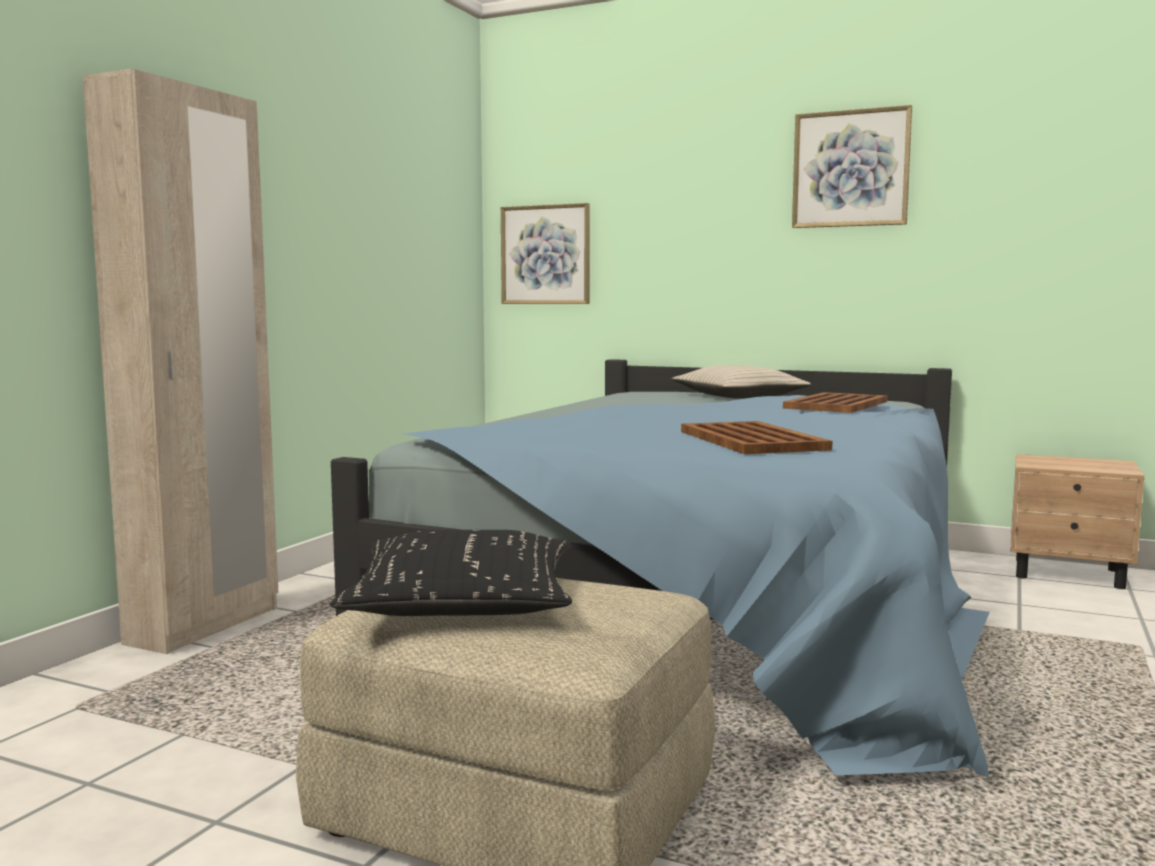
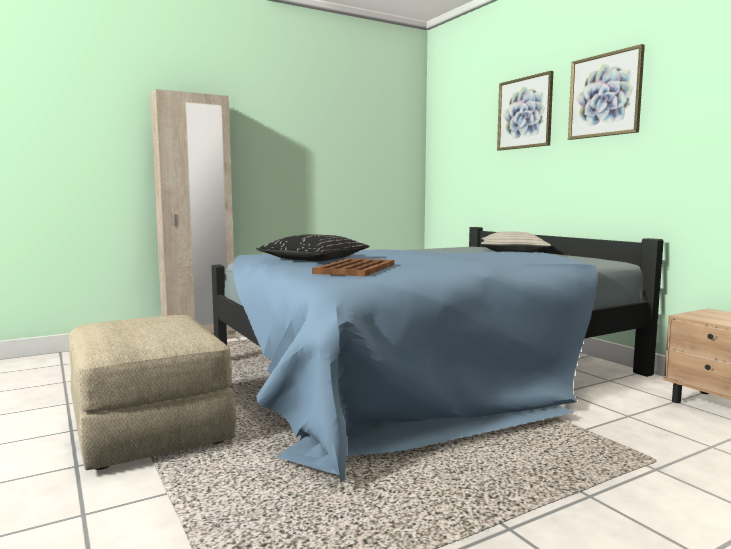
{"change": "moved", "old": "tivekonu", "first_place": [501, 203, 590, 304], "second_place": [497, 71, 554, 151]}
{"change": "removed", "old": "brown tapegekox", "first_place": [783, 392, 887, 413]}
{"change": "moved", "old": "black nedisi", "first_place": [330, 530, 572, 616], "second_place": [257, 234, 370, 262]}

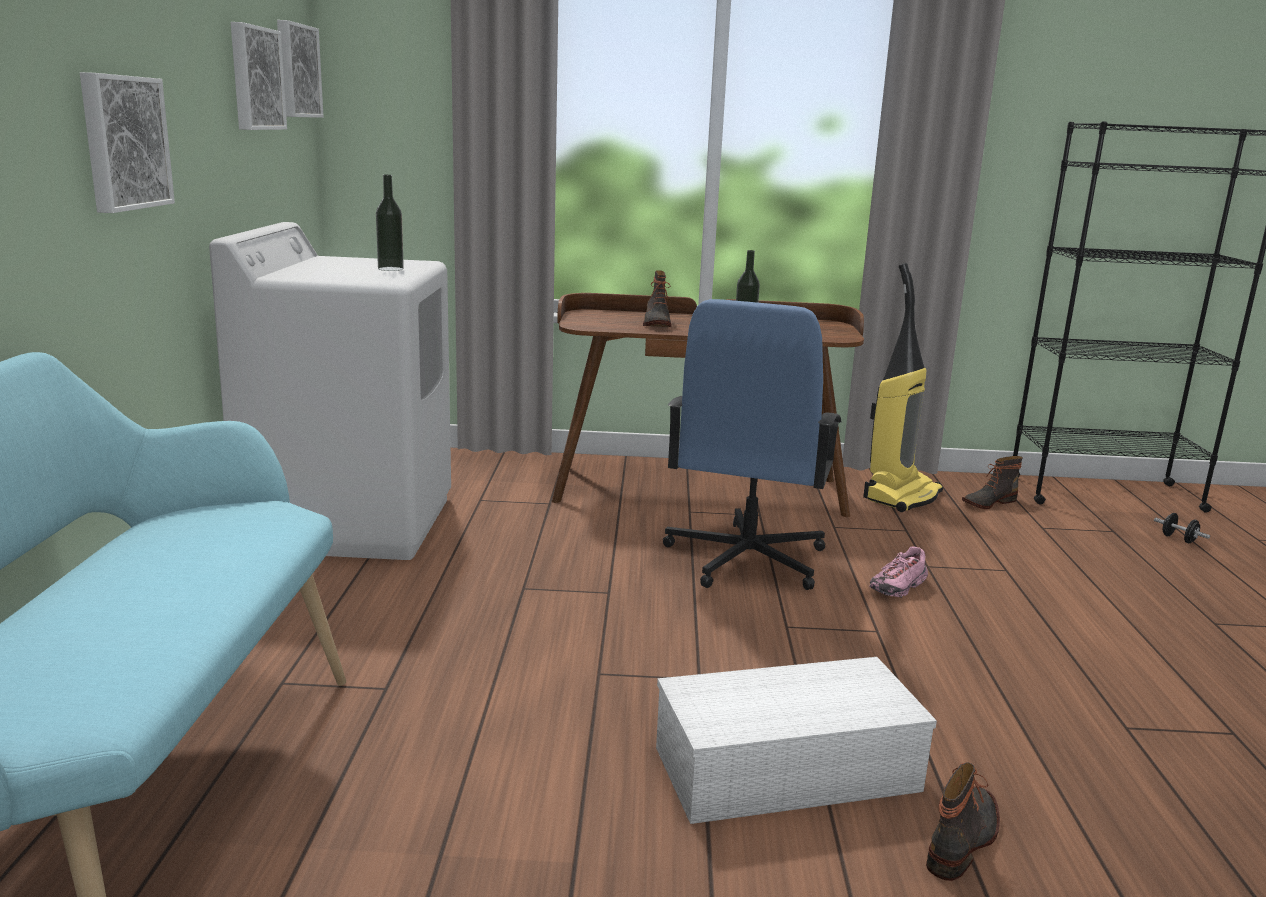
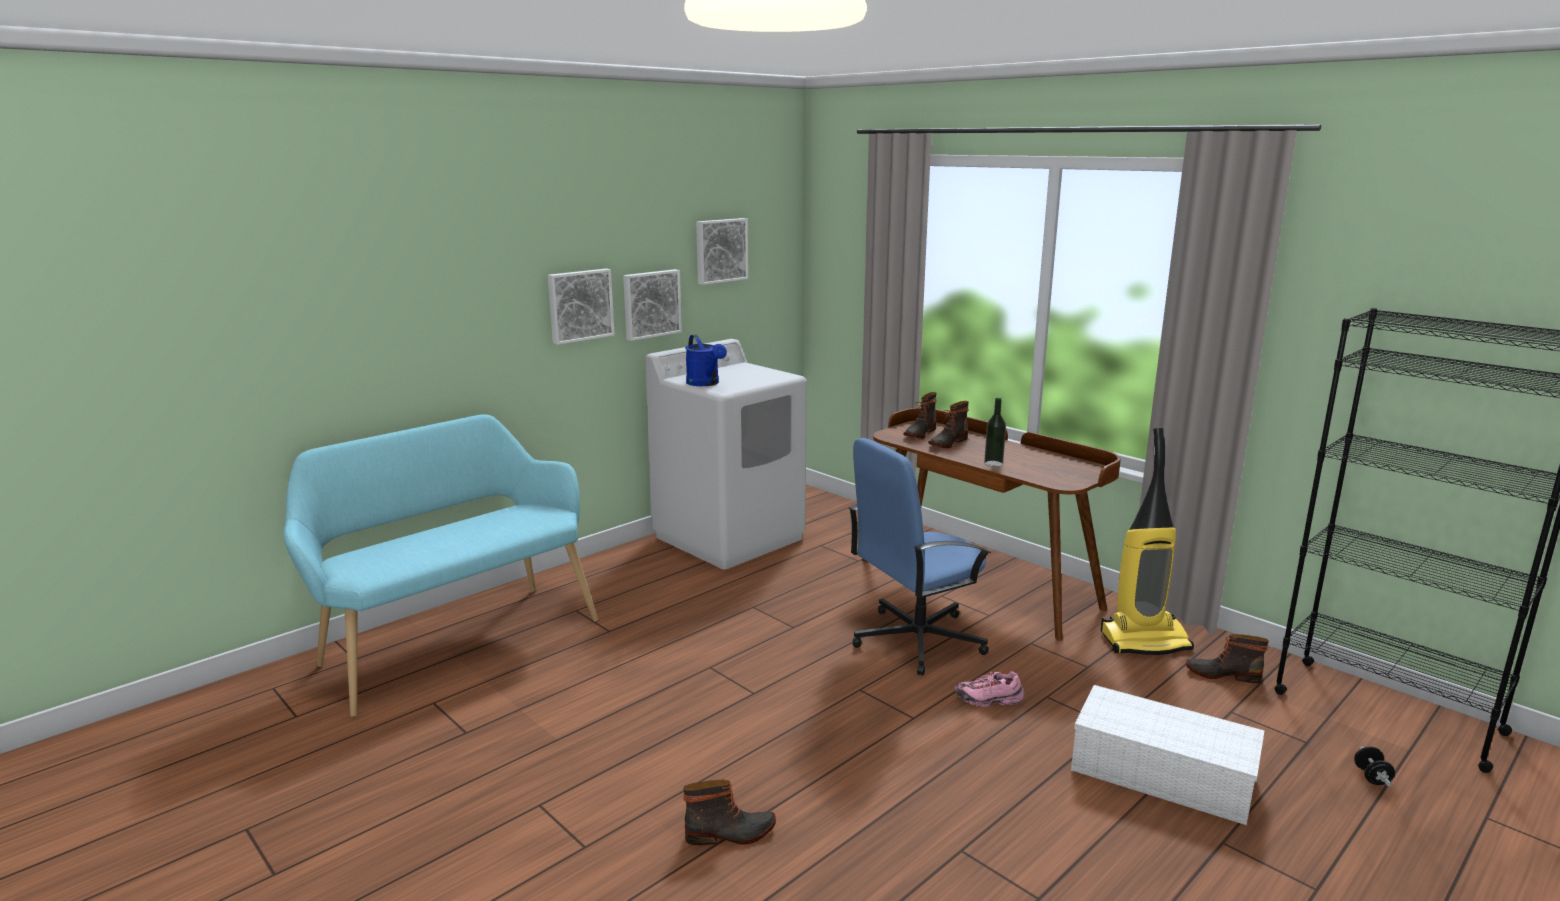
{"change": "moved", "old": "tivekonu", "first_place": [277, 20, 324, 118], "second_place": [623, 269, 682, 341]}
{"change": "removed", "old": "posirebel", "first_place": [376, 175, 404, 271]}
{"change": "moved", "old": "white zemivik", "first_place": [656, 657, 937, 824], "second_place": [1071, 685, 1265, 825]}
{"change": "added", "new": "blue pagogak", "second_place": [685, 335, 727, 386]}
{"change": "added", "new": "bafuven", "second_place": [903, 392, 937, 439]}

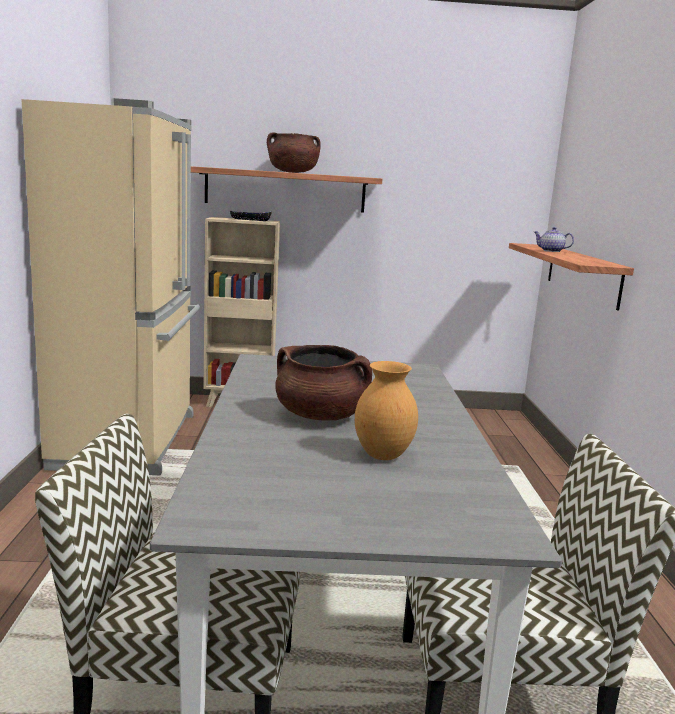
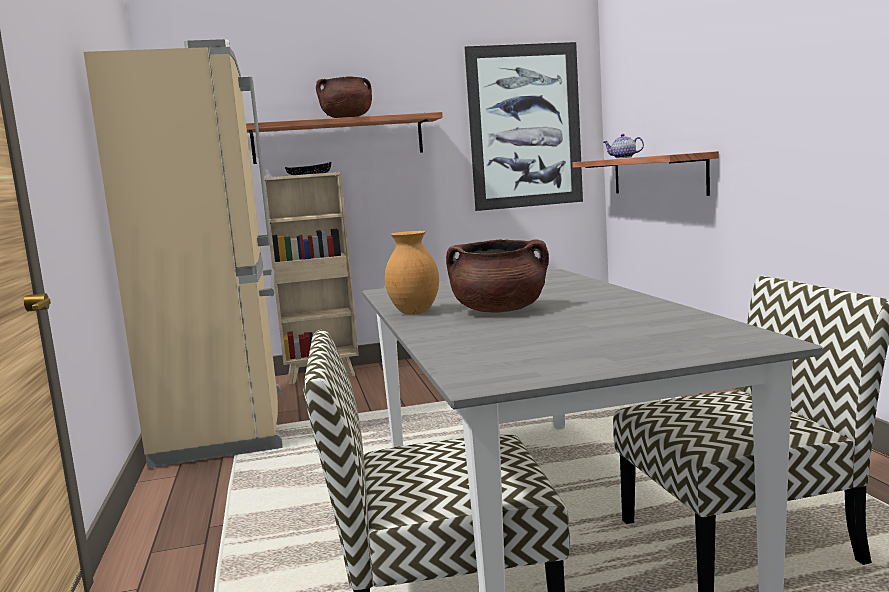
{"change": "moved", "old": "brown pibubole", "first_place": [355, 361, 418, 460], "second_place": [385, 231, 439, 315]}
{"change": "added", "new": "tivekonu", "second_place": [464, 42, 583, 211]}

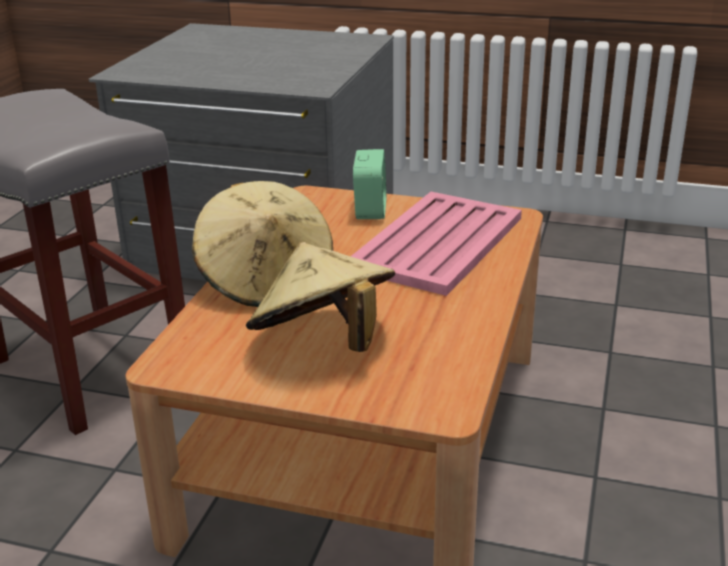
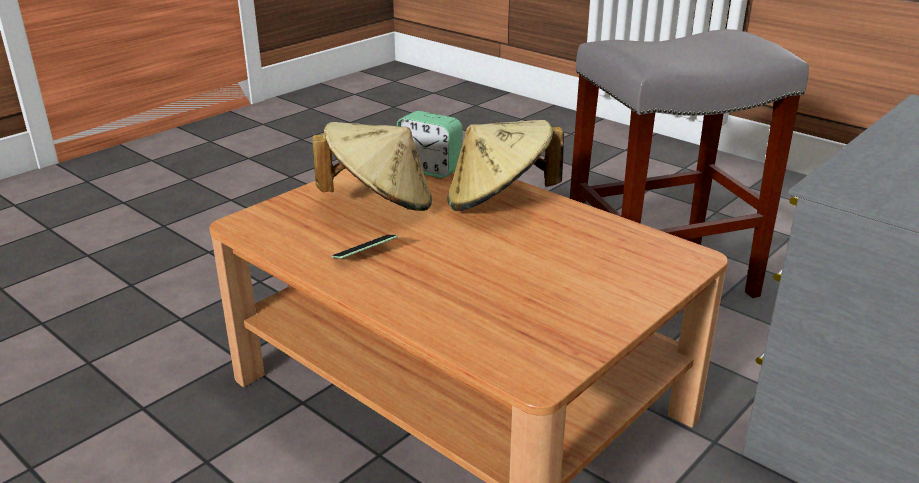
{"change": "moved", "old": "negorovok", "first_place": [353, 149, 387, 219], "second_place": [397, 111, 463, 178]}
{"change": "removed", "old": "pink tapegekox", "first_place": [350, 192, 522, 296]}
{"change": "added", "new": "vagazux", "second_place": [331, 235, 398, 259]}

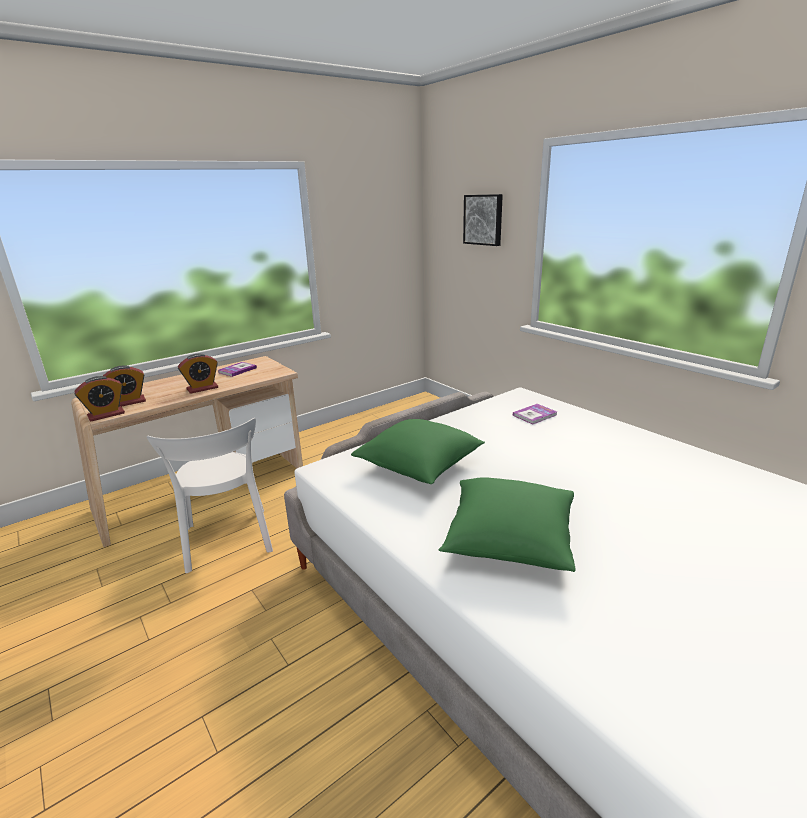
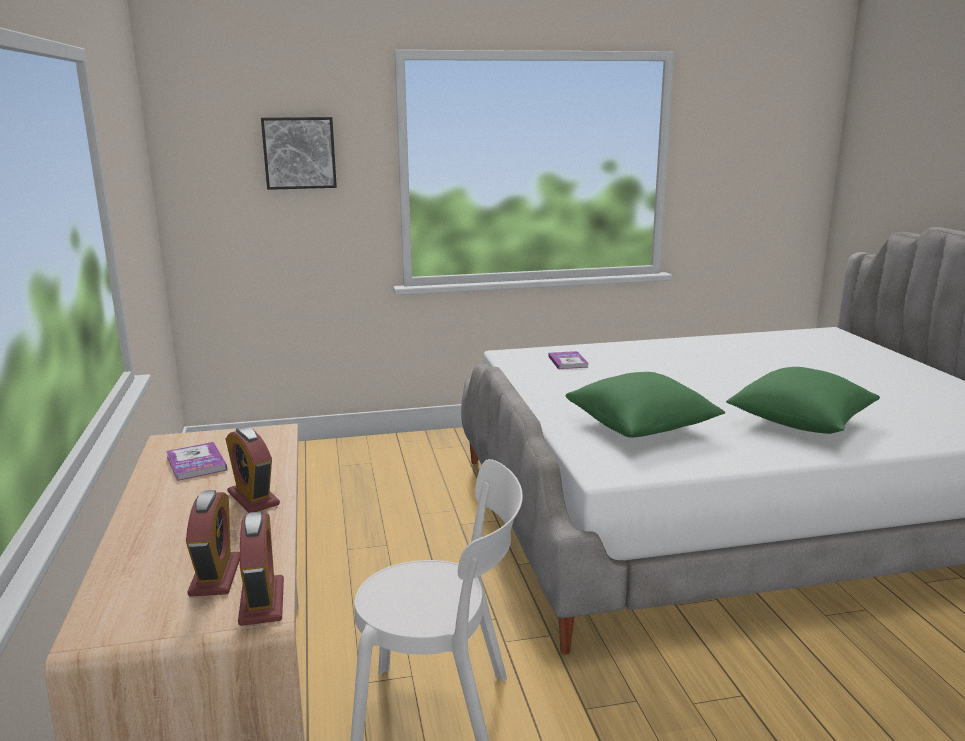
{"change": "turned", "old": "negorovok", "first_place": [178, 354, 218, 394], "second_place": [226, 426, 280, 513], "degrees": 150}

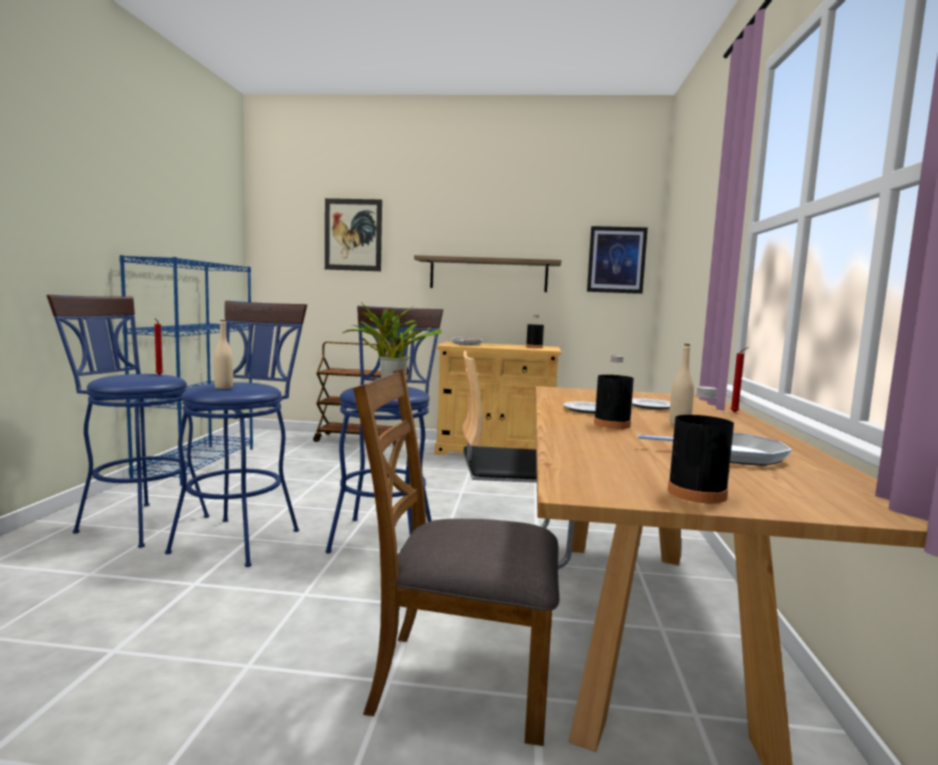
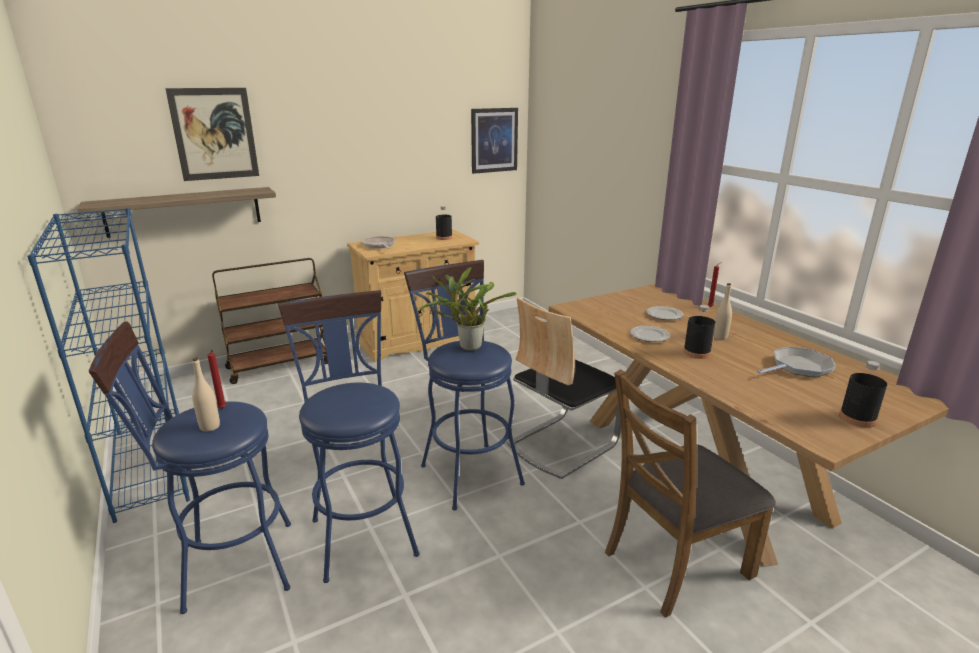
{"change": "moved", "old": "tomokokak", "first_place": [414, 255, 561, 292], "second_place": [77, 187, 276, 238]}
{"change": "moved", "old": "beige posirebel", "first_place": [214, 320, 233, 389], "second_place": [192, 358, 220, 432]}

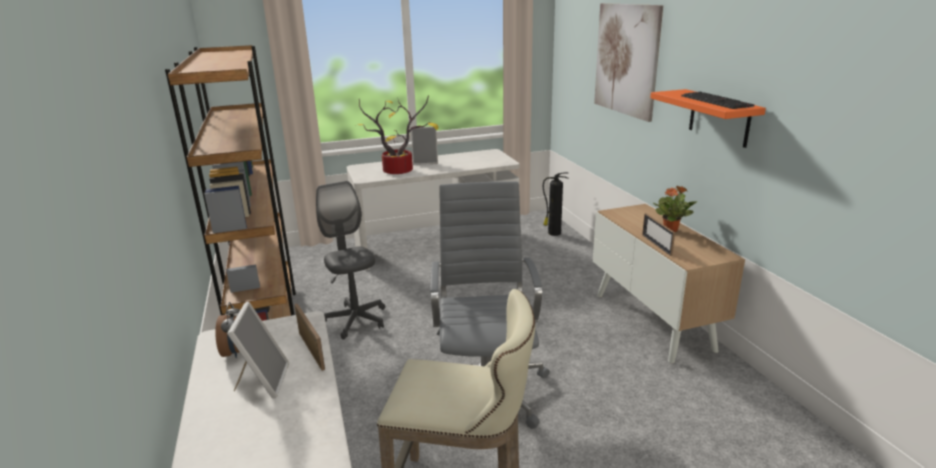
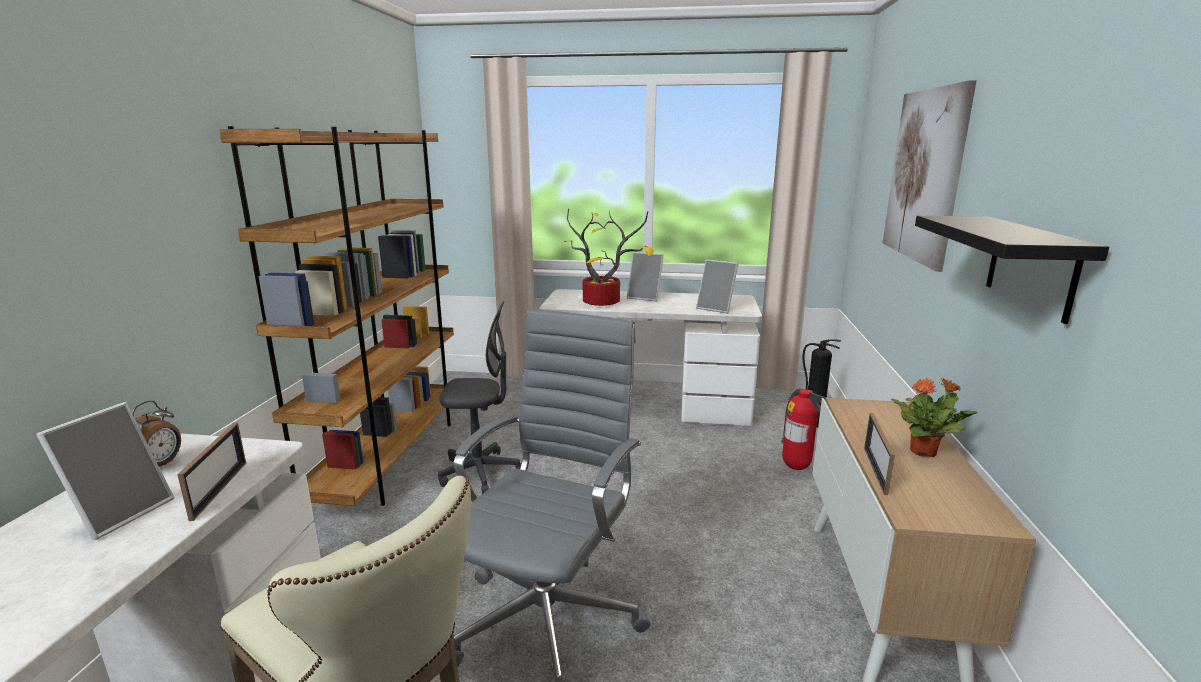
{"change": "recoloured", "old": "orange tomokokak", "new": "black tomokokak", "first_place": [650, 89, 766, 148], "second_place": [915, 216, 1109, 324]}
{"change": "removed", "old": "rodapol", "first_place": [681, 92, 754, 109]}
{"change": "turned", "old": "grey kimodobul", "first_place": [316, 181, 385, 340], "second_place": [438, 301, 522, 494], "degrees": 90}
{"change": "added", "new": "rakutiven", "second_place": [696, 259, 738, 314]}
{"change": "added", "new": "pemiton", "second_place": [781, 389, 826, 470]}

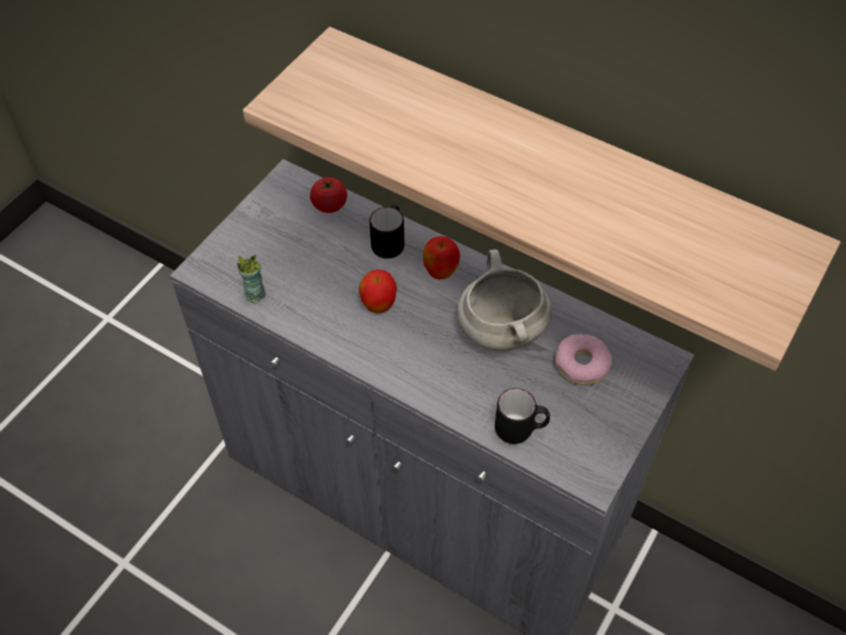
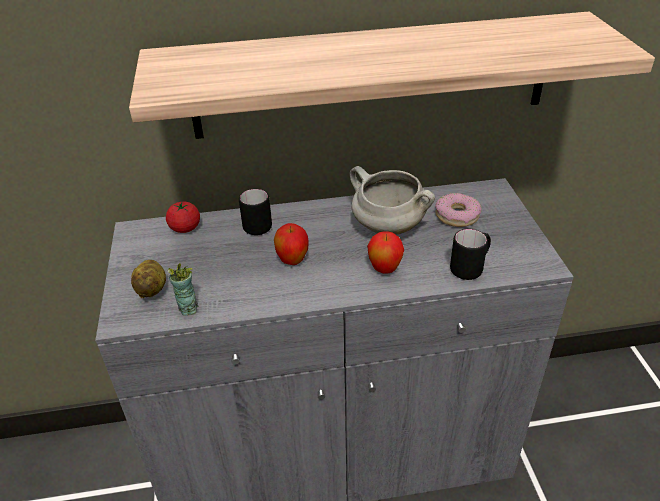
{"change": "moved", "old": "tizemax", "first_place": [423, 236, 460, 280], "second_place": [367, 231, 404, 274]}
{"change": "added", "new": "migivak", "second_place": [131, 260, 166, 298]}

